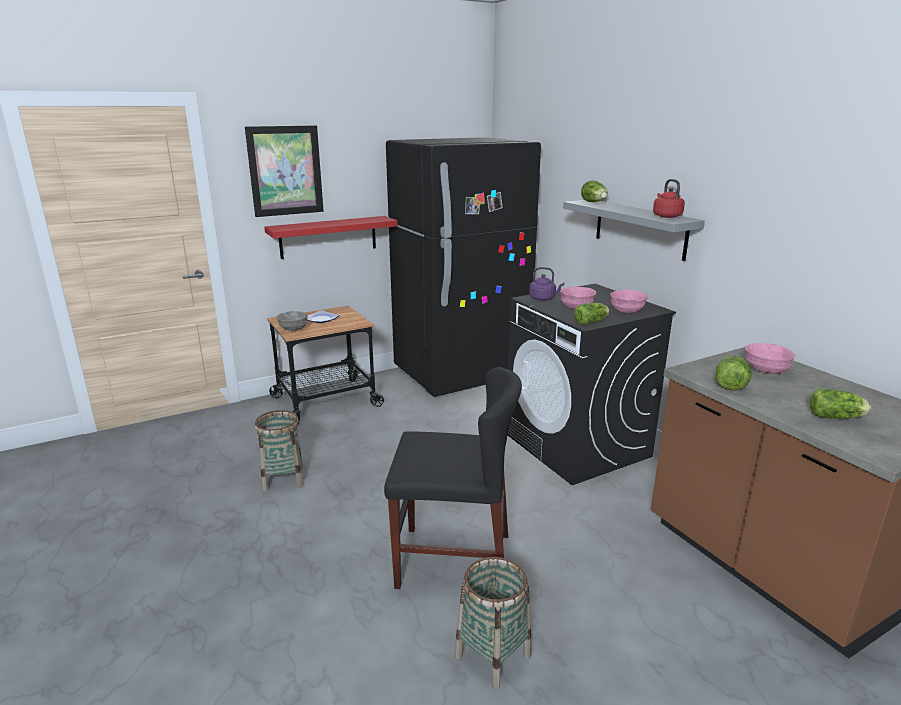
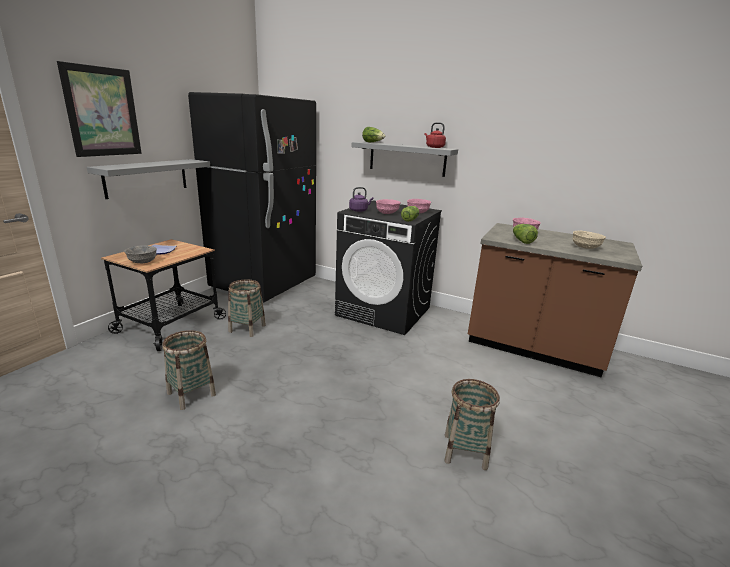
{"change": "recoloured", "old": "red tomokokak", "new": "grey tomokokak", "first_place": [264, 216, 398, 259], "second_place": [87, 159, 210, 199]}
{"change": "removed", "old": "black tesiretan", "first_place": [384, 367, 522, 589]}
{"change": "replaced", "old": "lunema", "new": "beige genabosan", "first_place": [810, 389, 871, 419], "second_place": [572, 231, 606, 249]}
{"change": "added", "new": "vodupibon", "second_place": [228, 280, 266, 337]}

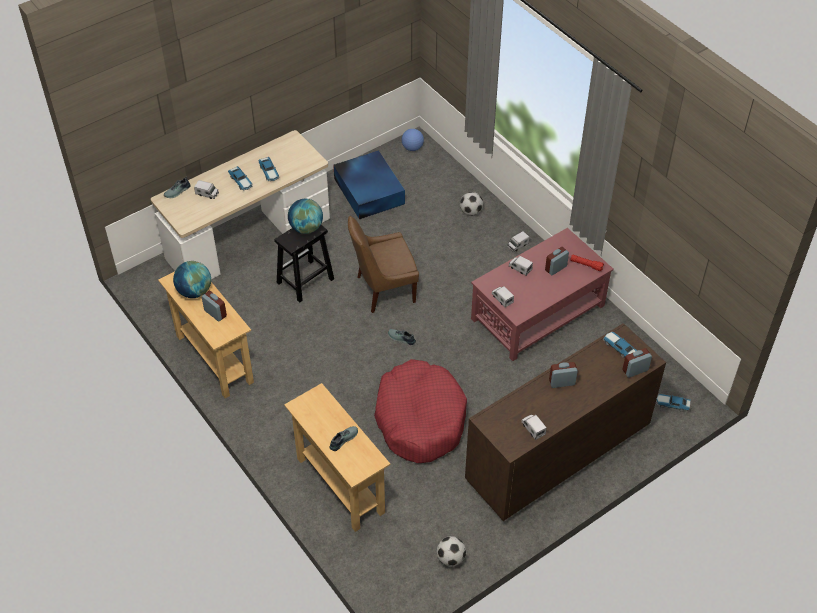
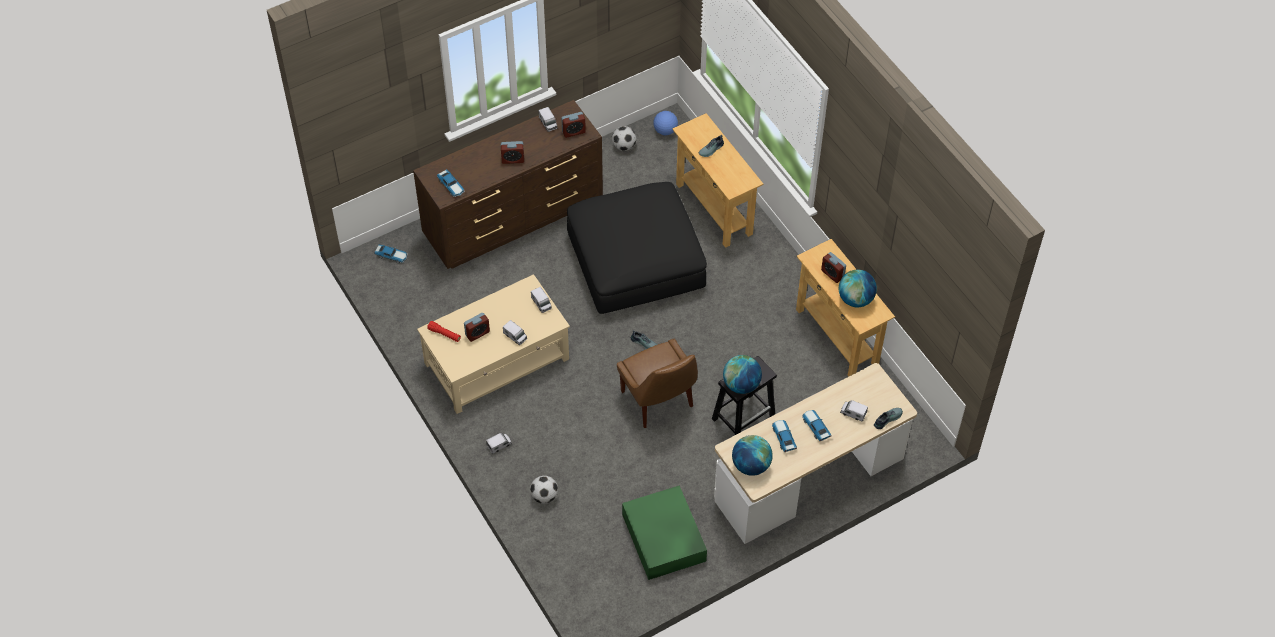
{"change": "moved", "old": "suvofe", "first_place": [402, 129, 424, 151], "second_place": [653, 111, 678, 135]}
{"change": "recoloured", "old": "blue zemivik", "new": "green zemivik", "first_place": [333, 150, 405, 219], "second_place": [622, 485, 707, 580]}
{"change": "turned", "old": "brown tesiretan", "first_place": [348, 216, 419, 313], "second_place": [617, 339, 698, 428], "degrees": 75}
{"change": "recoloured", "old": "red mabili", "new": "beige mabili", "first_place": [471, 228, 614, 361], "second_place": [417, 274, 570, 414]}
{"change": "moved", "old": "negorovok", "first_place": [623, 348, 652, 378], "second_place": [561, 112, 586, 138]}
{"change": "replaced", "old": "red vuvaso", "new": "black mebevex", "first_place": [374, 359, 467, 463], "second_place": [567, 182, 707, 314]}
{"change": "added", "new": "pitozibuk", "second_place": [732, 435, 773, 476]}

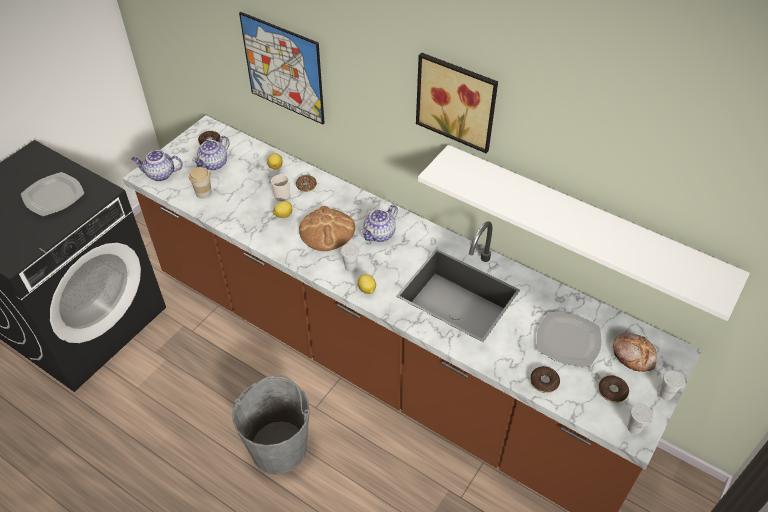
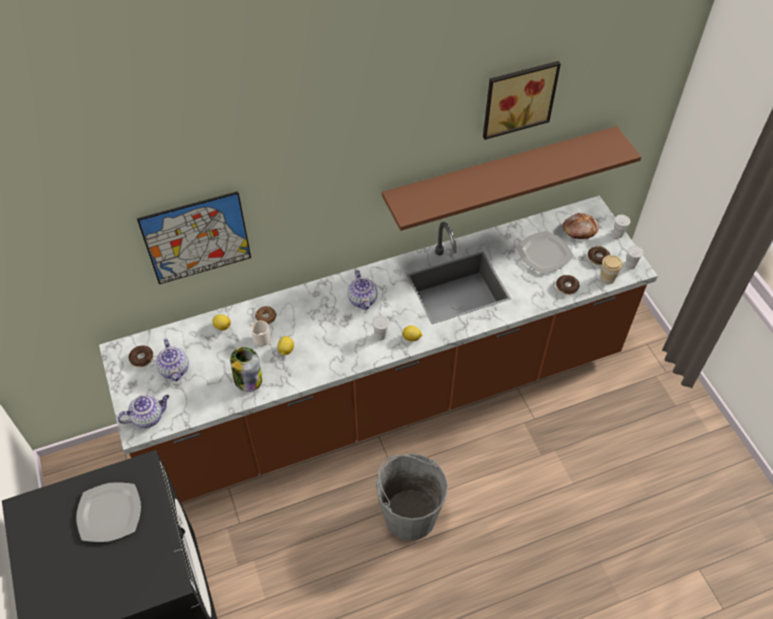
{"change": "moved", "old": "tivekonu", "first_place": [416, 53, 498, 153], "second_place": [483, 61, 561, 140]}
{"change": "recoloured", "old": "white tomokokak", "new": "brown tomokokak", "first_place": [418, 145, 750, 321], "second_place": [382, 126, 641, 231]}
{"change": "turned", "old": "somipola", "first_place": [131, 150, 183, 181], "second_place": [118, 395, 170, 428], "degrees": -150}
{"change": "moved", "old": "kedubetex", "first_place": [189, 167, 212, 199], "second_place": [600, 255, 623, 284]}
{"change": "removed", "old": "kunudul", "first_place": [299, 206, 355, 251]}
{"change": "added", "new": "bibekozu", "second_place": [230, 347, 262, 392]}

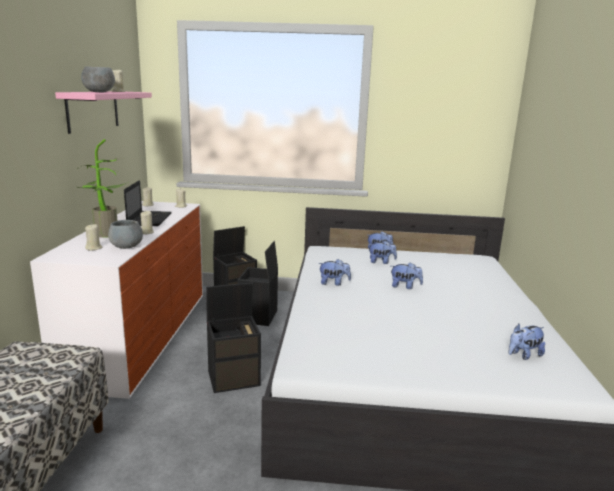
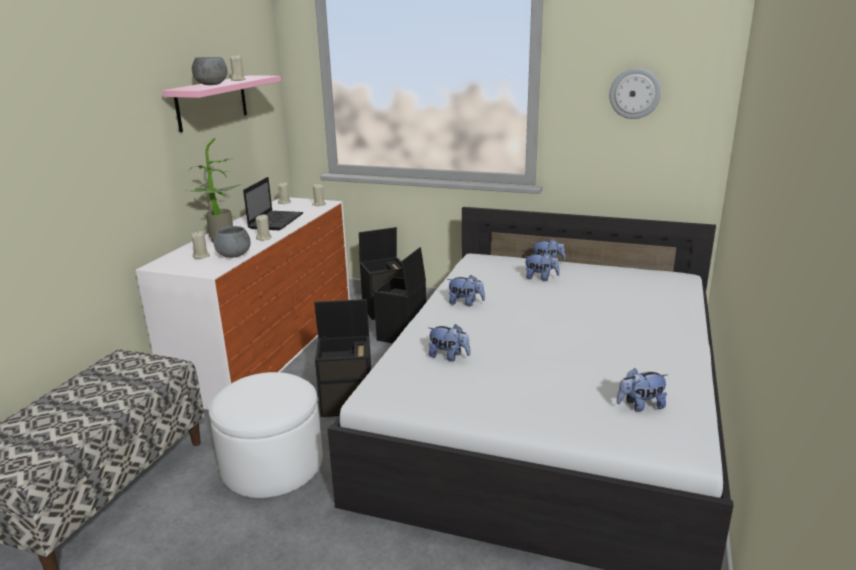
{"change": "moved", "old": "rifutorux", "first_place": [391, 262, 423, 289], "second_place": [428, 324, 470, 361]}
{"change": "added", "new": "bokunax", "second_place": [609, 68, 661, 119]}
{"change": "added", "new": "white mebevex", "second_place": [209, 372, 323, 498]}

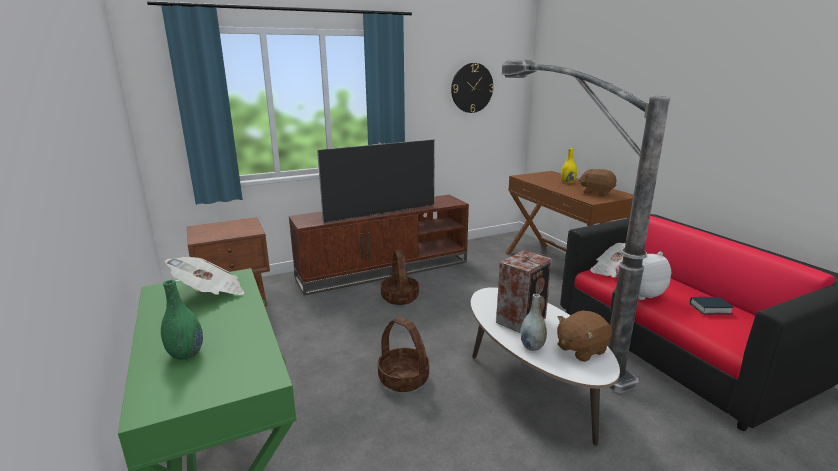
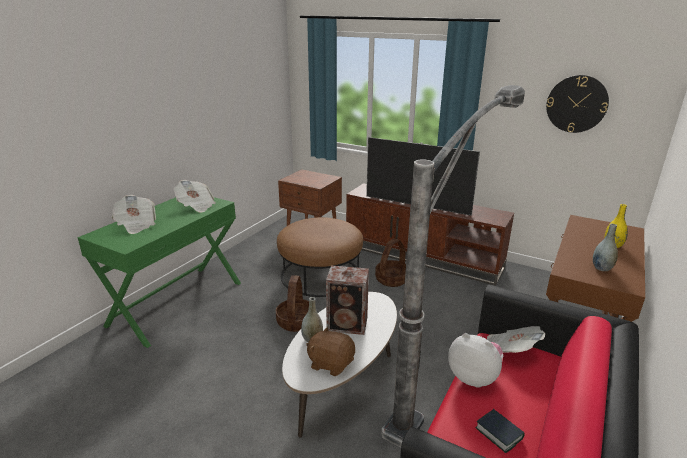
{"change": "replaced", "old": "brown rifutorux", "new": "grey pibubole", "first_place": [579, 169, 617, 196], "second_place": [593, 224, 618, 271]}
{"change": "replaced", "old": "green pibubole", "new": "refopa", "first_place": [161, 280, 203, 360], "second_place": [112, 195, 156, 234]}
{"change": "added", "new": "brown mebevex", "second_place": [277, 217, 363, 297]}

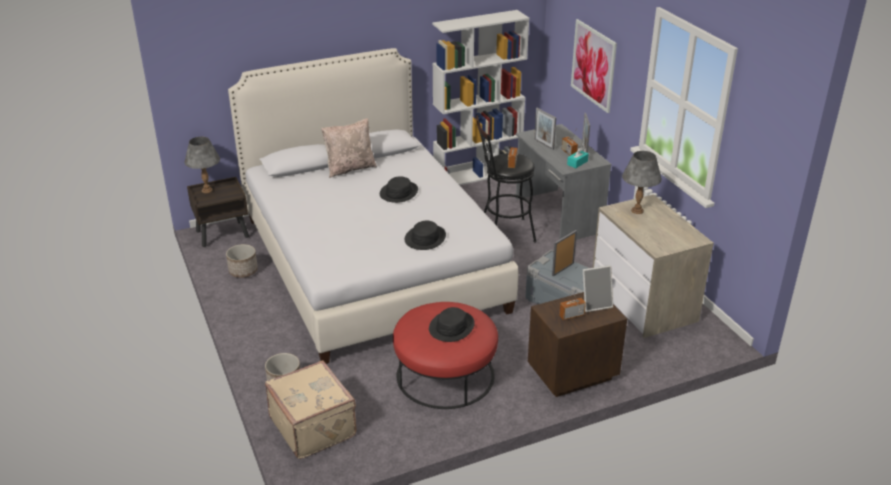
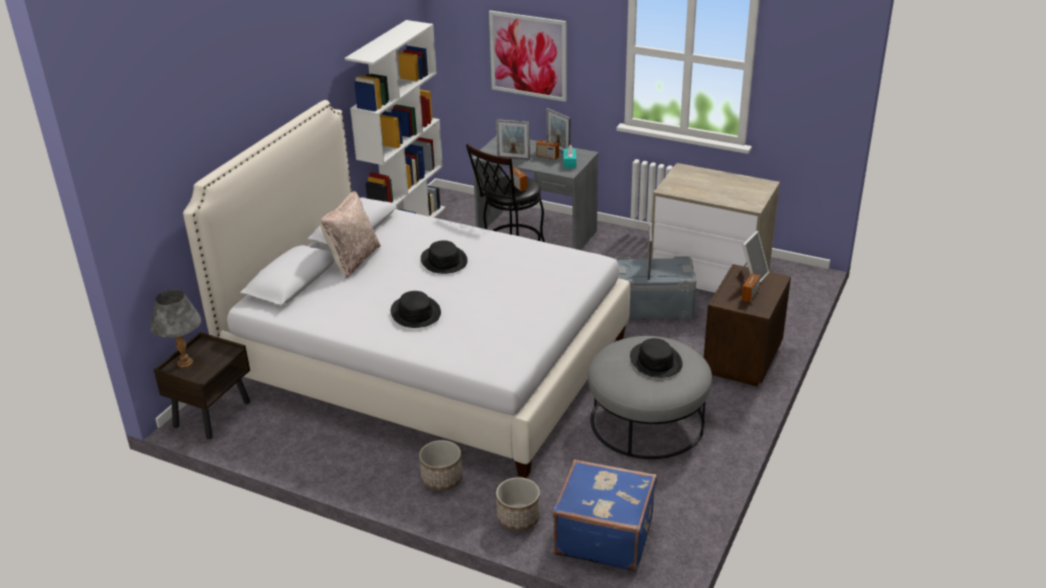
{"change": "removed", "old": "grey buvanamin", "first_place": [622, 151, 662, 214]}
{"change": "moved", "old": "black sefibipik", "first_place": [405, 221, 446, 250], "second_place": [391, 291, 441, 328]}
{"change": "moved", "old": "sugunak", "first_place": [226, 244, 258, 278], "second_place": [419, 440, 462, 491]}
{"change": "recoloured", "old": "red mebevex", "new": "grey mebevex", "first_place": [393, 302, 498, 409], "second_place": [588, 336, 712, 459]}
{"change": "recoloured", "old": "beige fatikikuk", "new": "blue fatikikuk", "first_place": [265, 360, 356, 459], "second_place": [553, 459, 657, 572]}

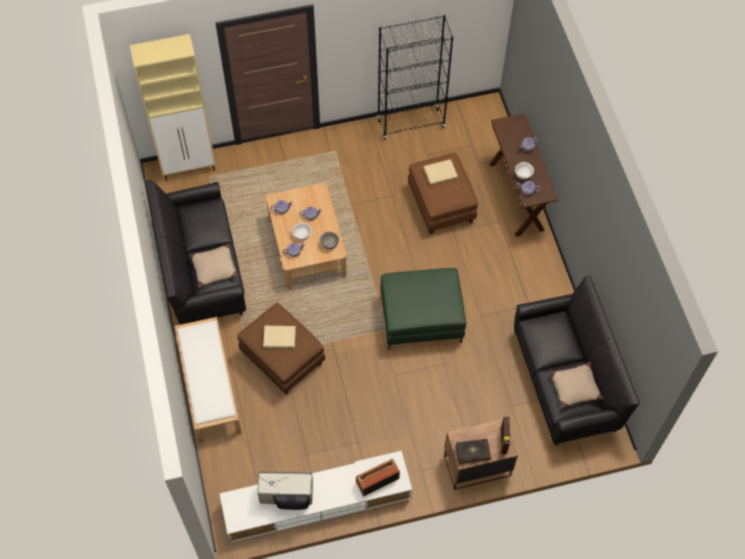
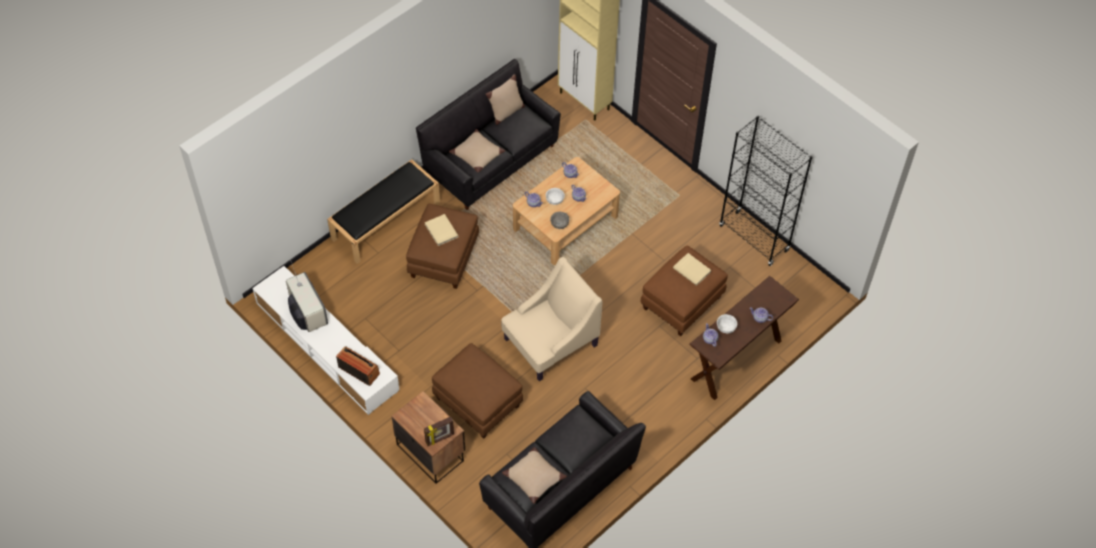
{"change": "replaced", "old": "green mebevex", "new": "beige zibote", "first_place": [381, 268, 466, 350], "second_place": [501, 257, 602, 381]}
{"change": "recoloured", "old": "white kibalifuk", "new": "black kibalifuk", "first_place": [175, 317, 242, 443], "second_place": [327, 159, 440, 264]}
{"change": "removed", "old": "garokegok", "first_place": [455, 439, 491, 464]}
{"change": "added", "new": "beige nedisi", "second_place": [486, 74, 525, 125]}
{"change": "added", "new": "brown mebevex", "second_place": [432, 343, 523, 439]}

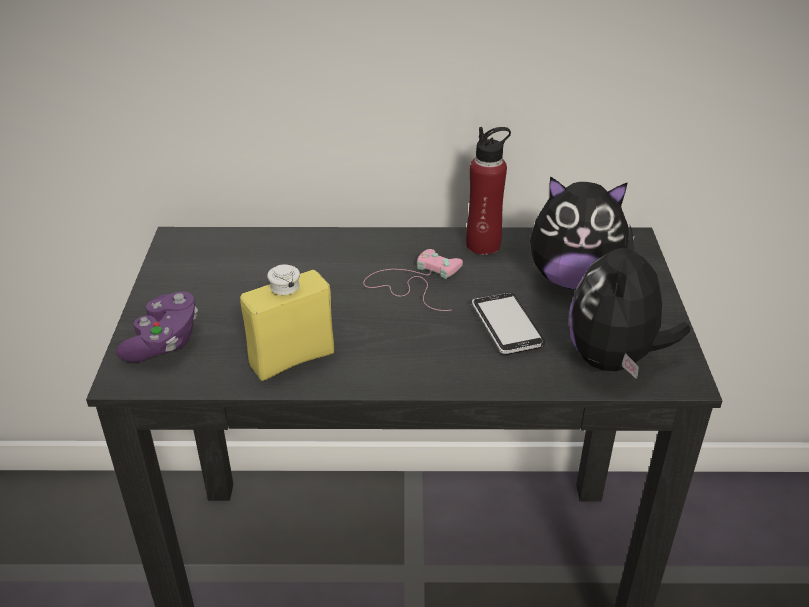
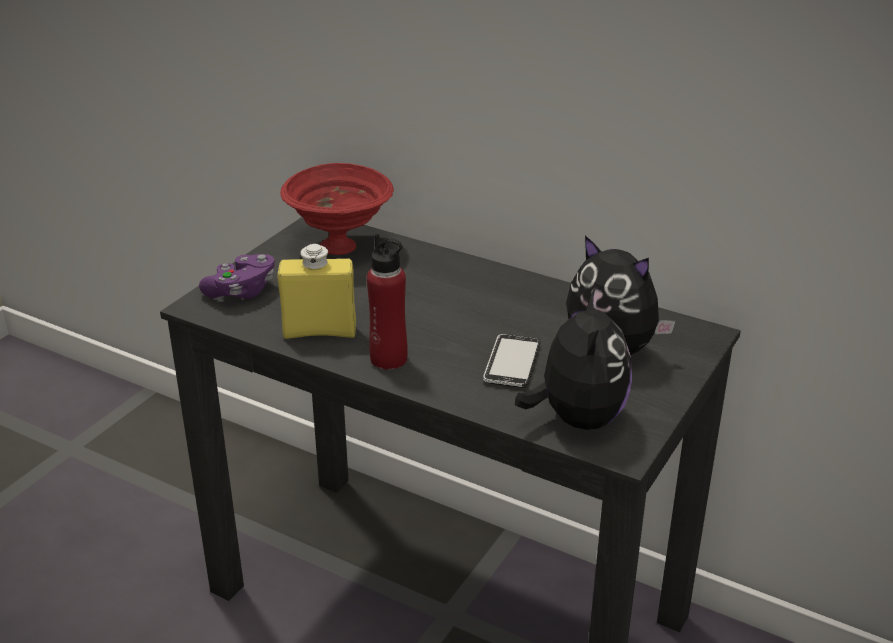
{"change": "moved", "old": "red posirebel", "first_place": [466, 127, 511, 255], "second_place": [367, 234, 408, 370]}
{"change": "turned", "old": "rifutorux", "first_place": [569, 226, 690, 379], "second_place": [515, 287, 632, 430], "degrees": 135}
{"change": "removed", "old": "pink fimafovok", "first_place": [363, 249, 463, 311]}
{"change": "added", "new": "red genabosan", "second_place": [280, 163, 394, 255]}

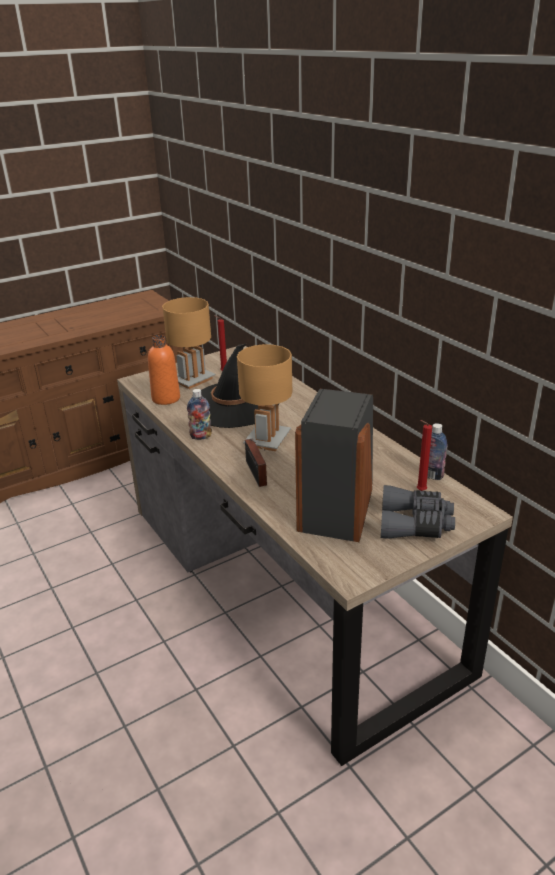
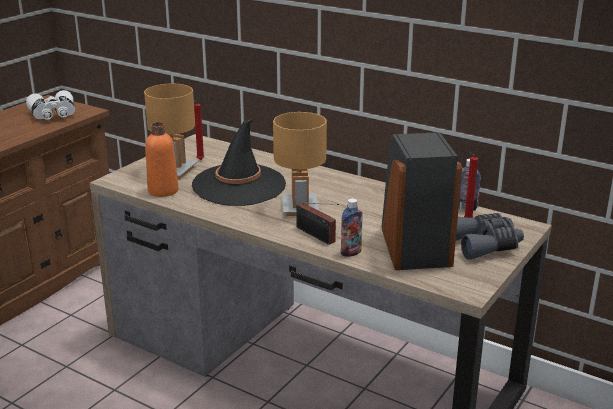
{"change": "moved", "old": "posirebel", "first_place": [187, 389, 212, 440], "second_place": [341, 199, 363, 257]}
{"change": "added", "new": "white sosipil", "second_place": [26, 90, 75, 120]}

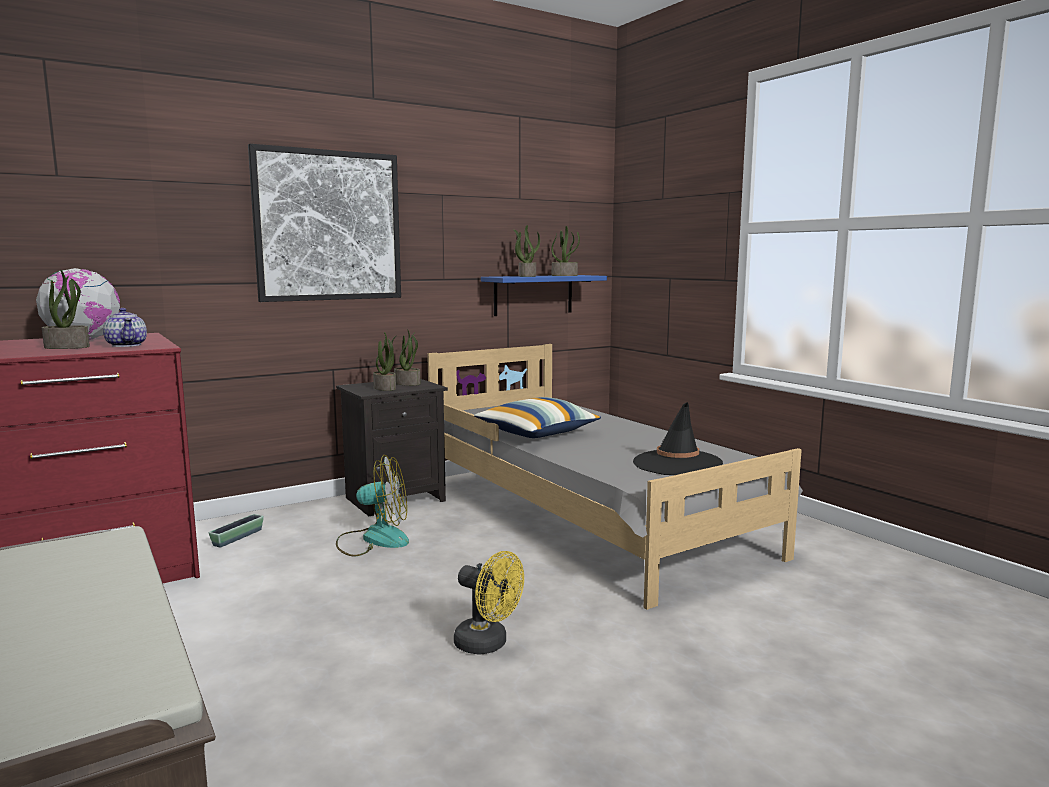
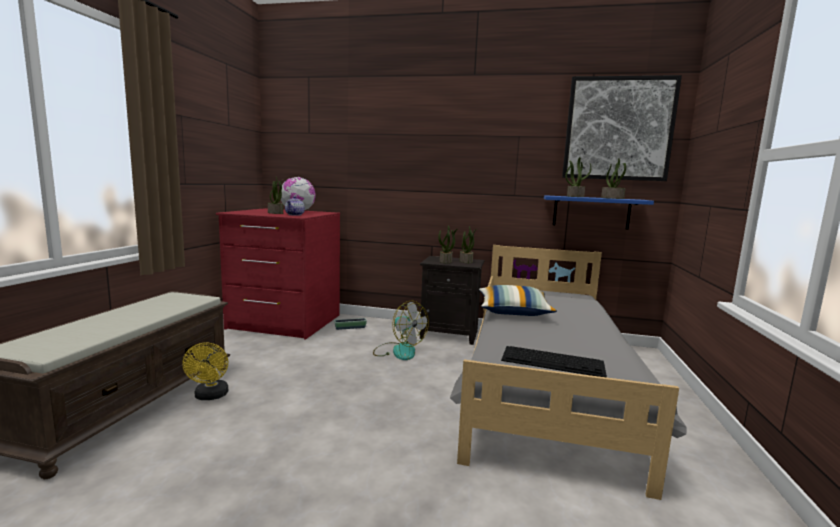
{"change": "moved", "old": "tivekonu", "first_place": [248, 144, 401, 302], "second_place": [562, 75, 682, 181]}
{"change": "replaced", "old": "black sefibipik", "new": "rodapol", "first_place": [633, 402, 723, 475], "second_place": [501, 346, 607, 377]}
{"change": "moved", "old": "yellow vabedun", "first_place": [454, 551, 524, 655], "second_place": [182, 342, 228, 400]}

